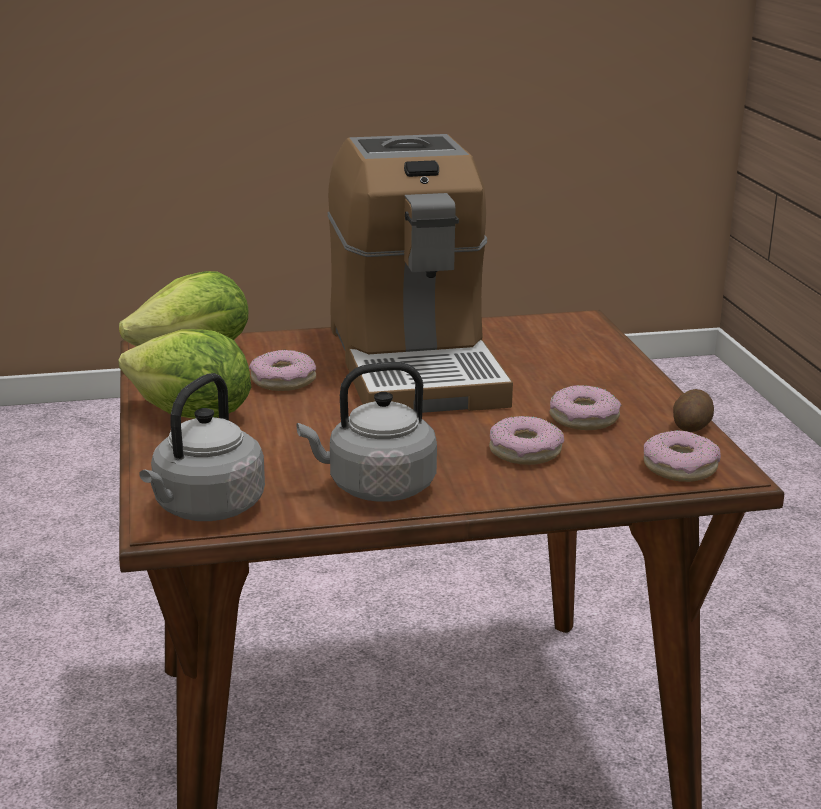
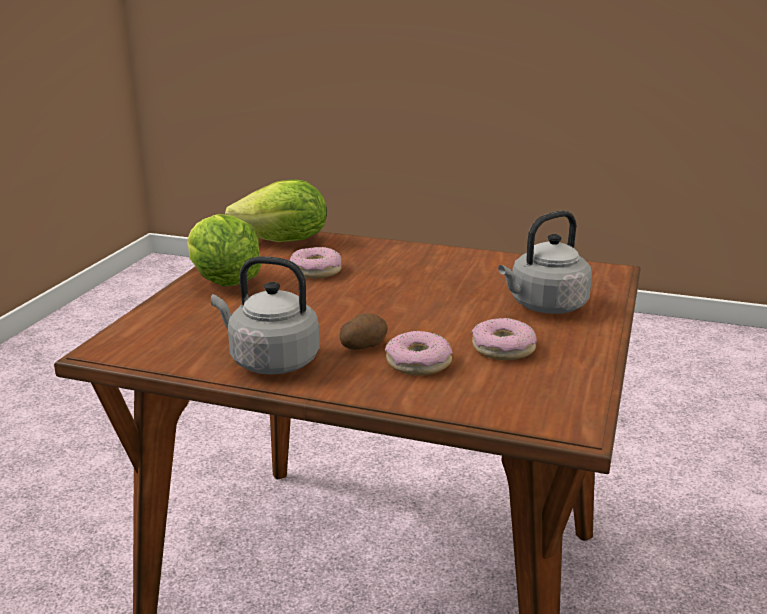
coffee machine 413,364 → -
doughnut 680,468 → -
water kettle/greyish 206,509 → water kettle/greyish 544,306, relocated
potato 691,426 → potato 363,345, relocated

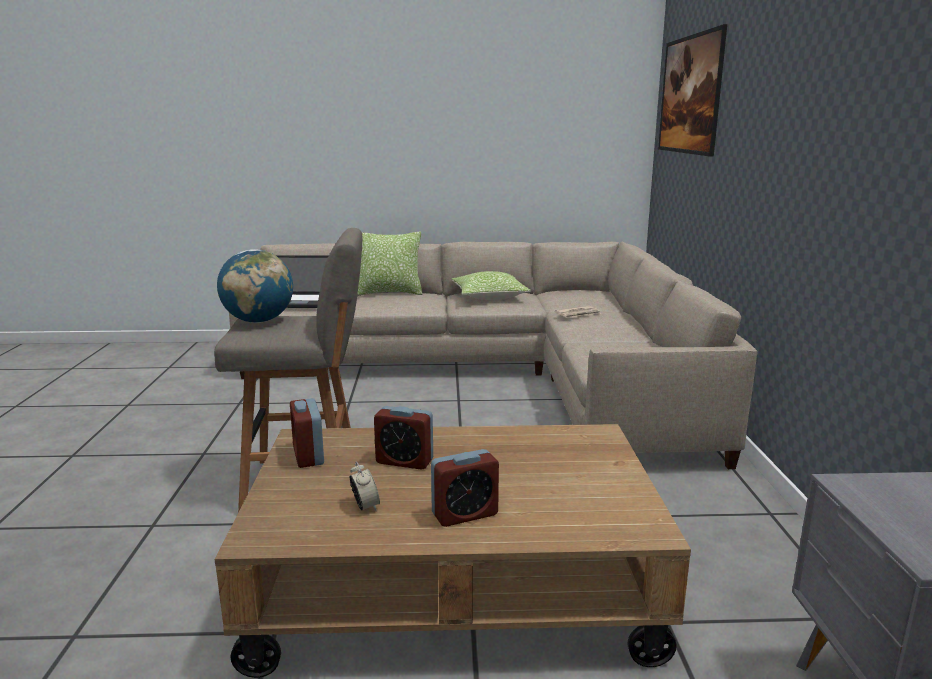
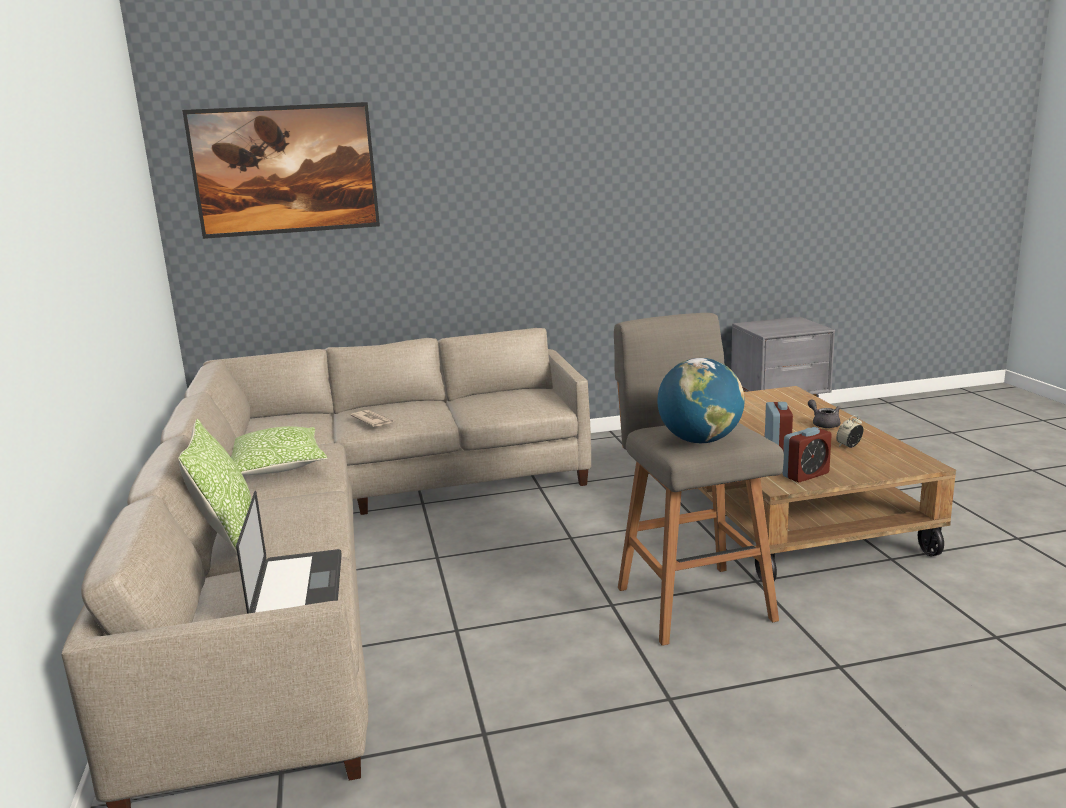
table clock 464,514 → tea pot/greyish 823,424

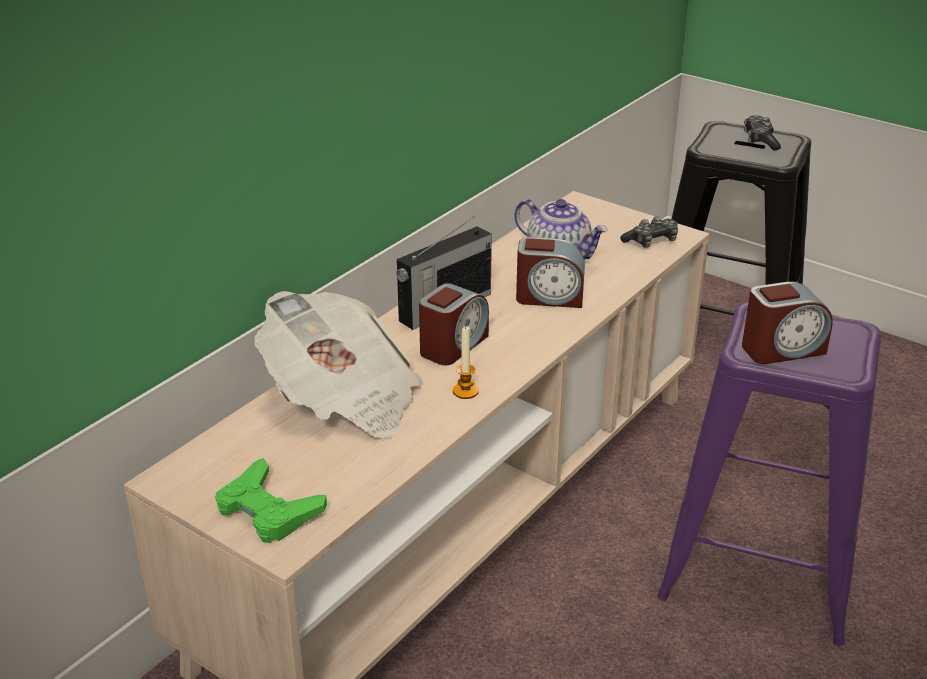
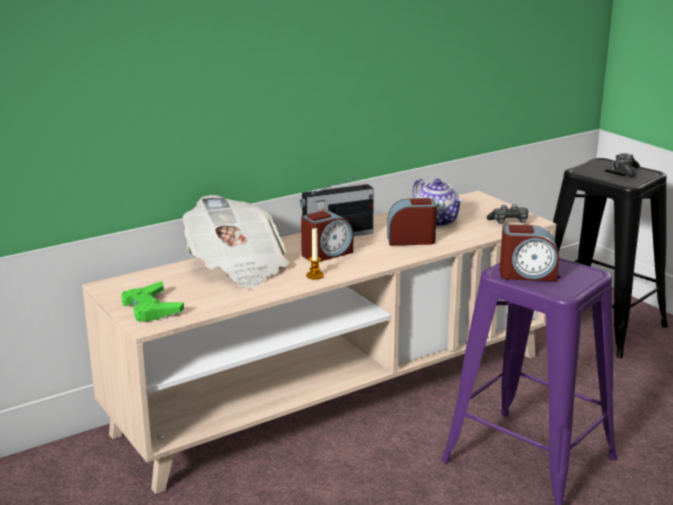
table clock 549,297 → table clock 411,240, 150 degrees clockwise

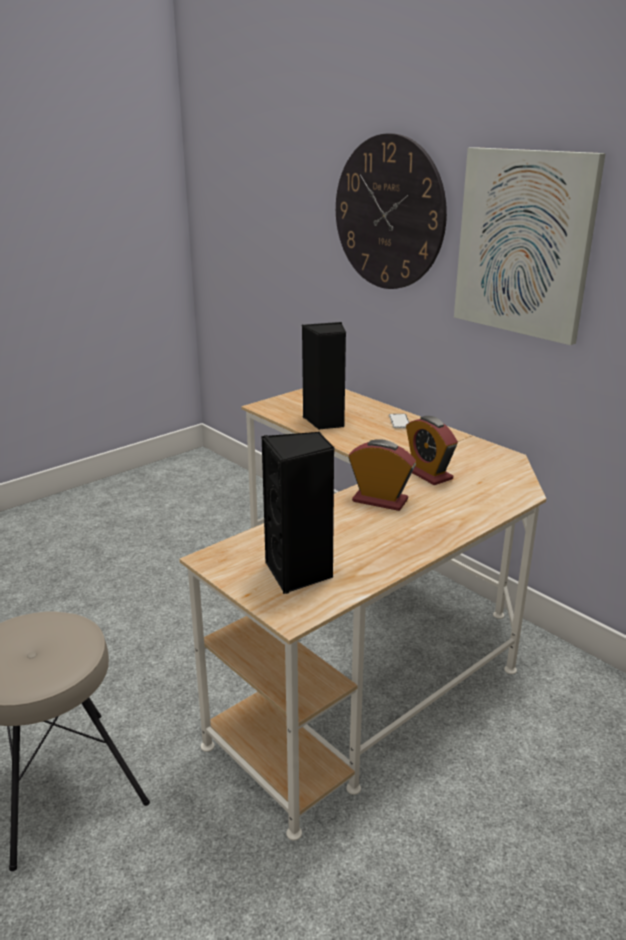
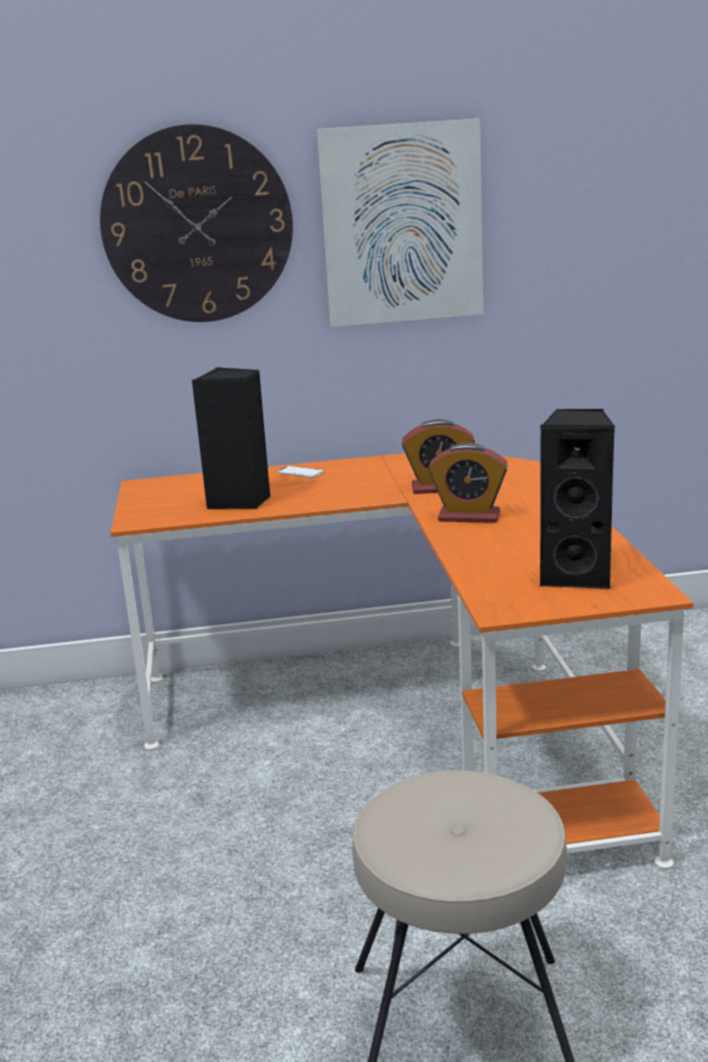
desk table/beige 367,635 → desk table/orange-coloured 408,724
table clock 380,500 → table clock 469,516, 135 degrees counterclockwise

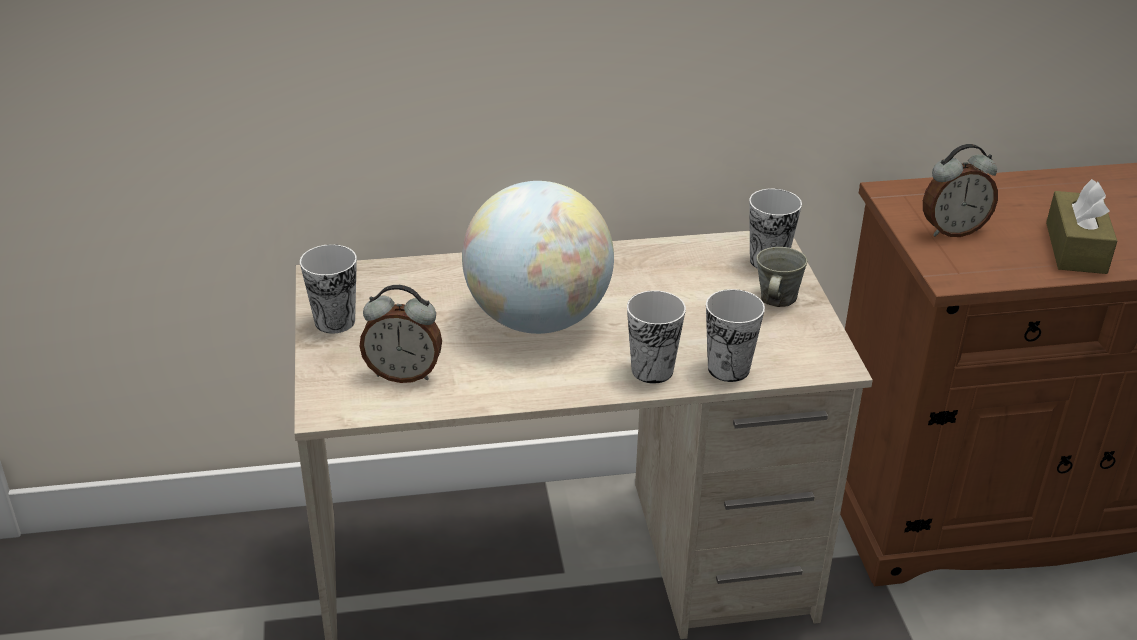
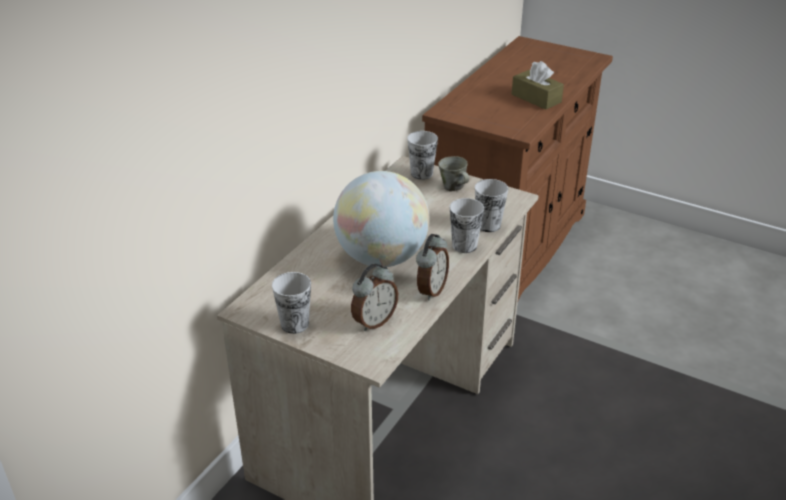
table clock 952,230 → table clock 431,290, relocated

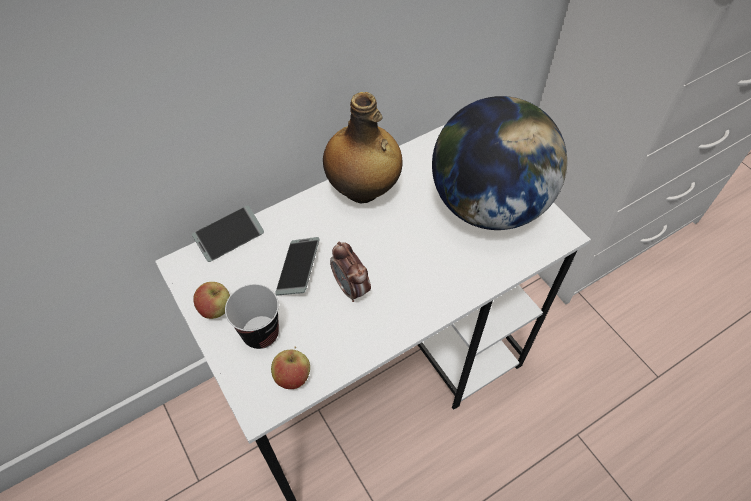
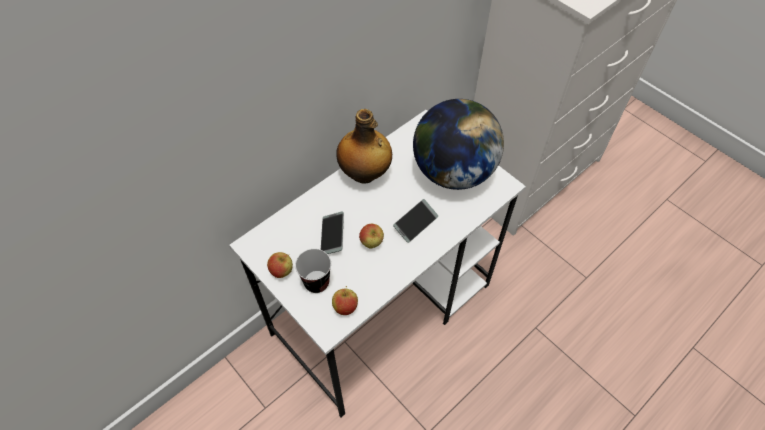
telephone 230,237 → telephone 415,223, relocated
table clock 351,288 → apple fruit 371,243

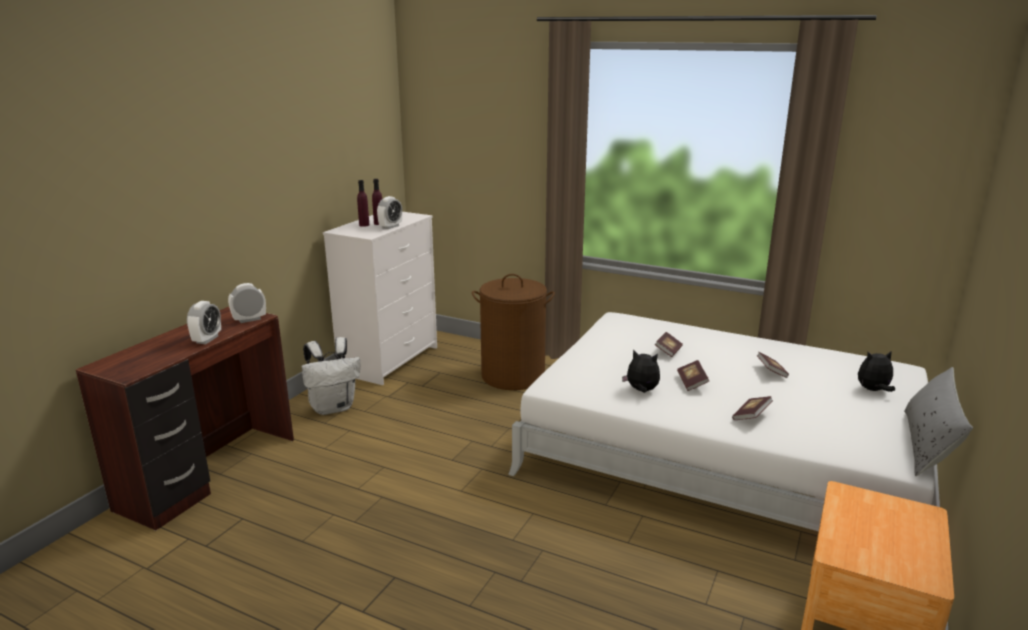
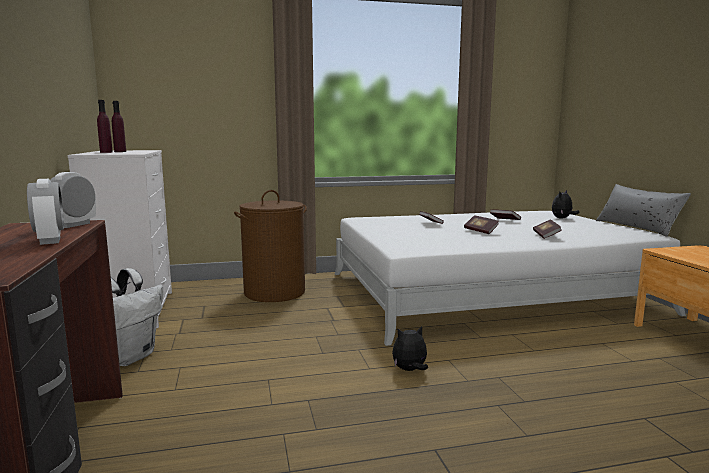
table clock 390,227 → -
plush toy 641,391 → plush toy 410,370, relocated

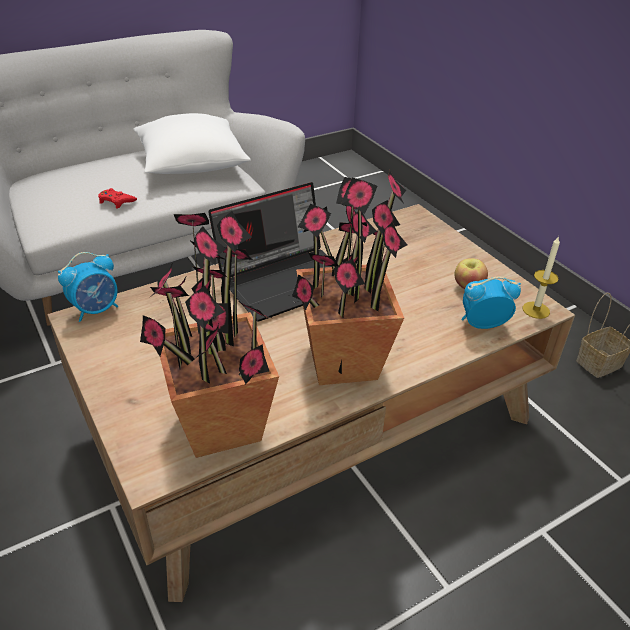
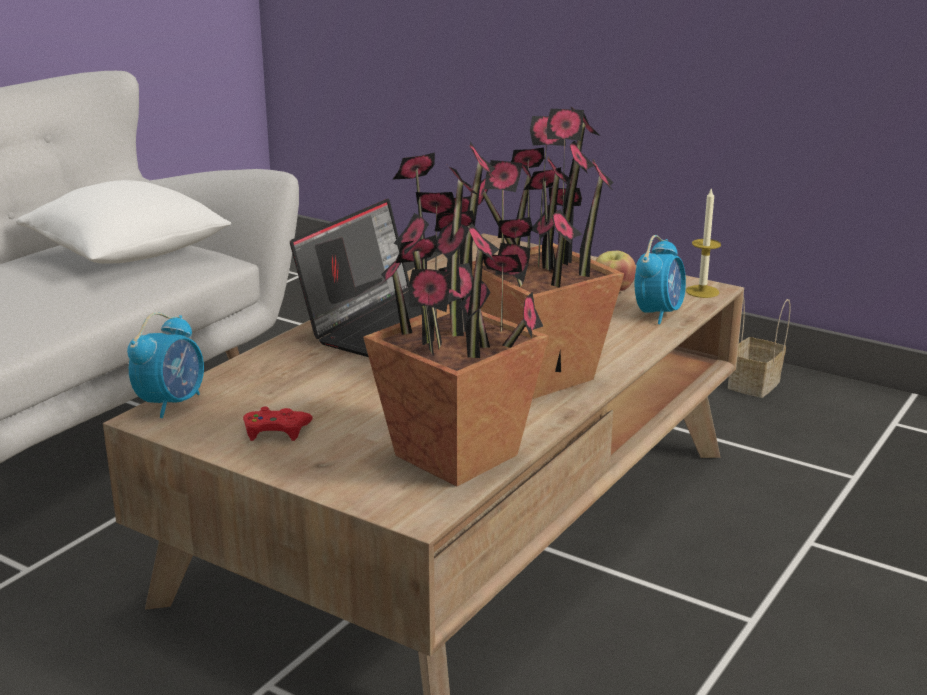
game controller/reddish 116,201 → game controller/reddish 276,431, relocated
table clock 482,324 → table clock 658,313, 150 degrees clockwise

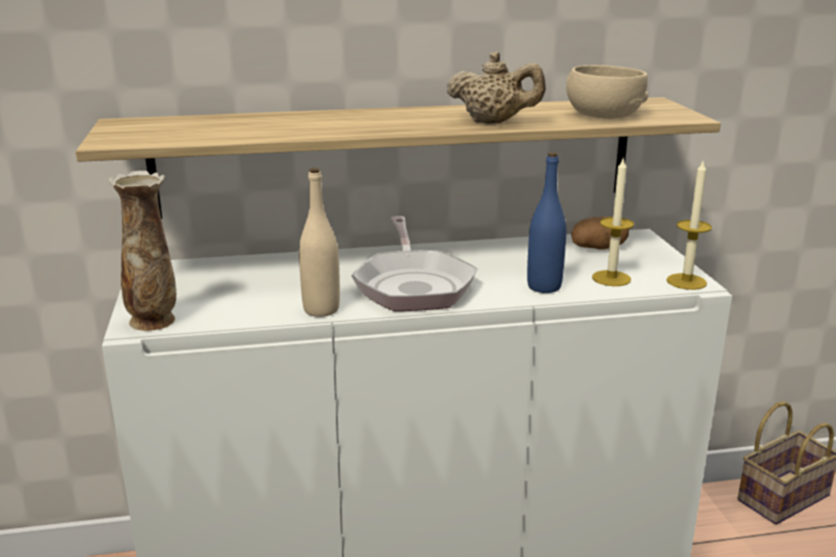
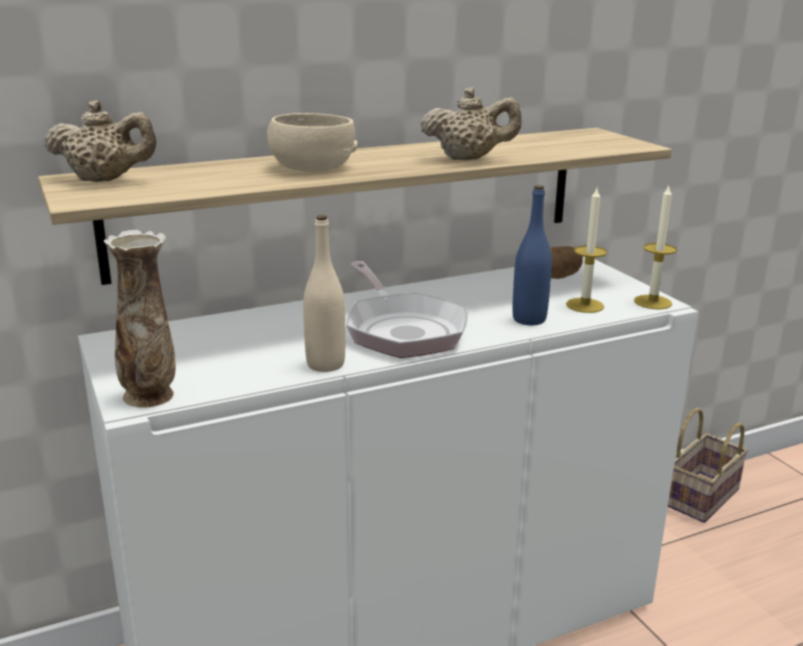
- → tea pot/beige 106,180
deep dish/beige 604,115 → deep dish/beige 312,167, relocated

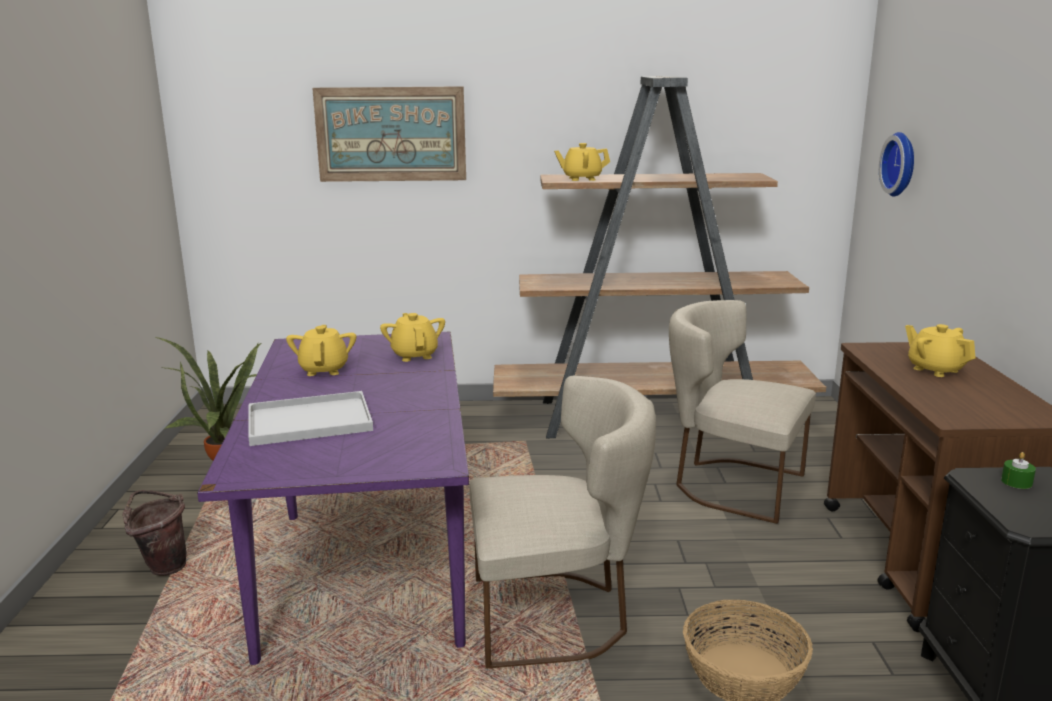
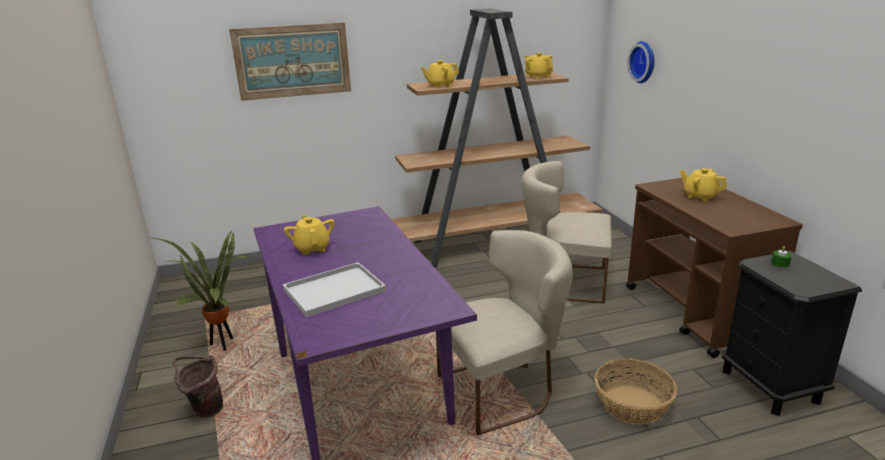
tea pot/yellow-coloured 414,355 → tea pot/yellow-coloured 538,77, relocated

